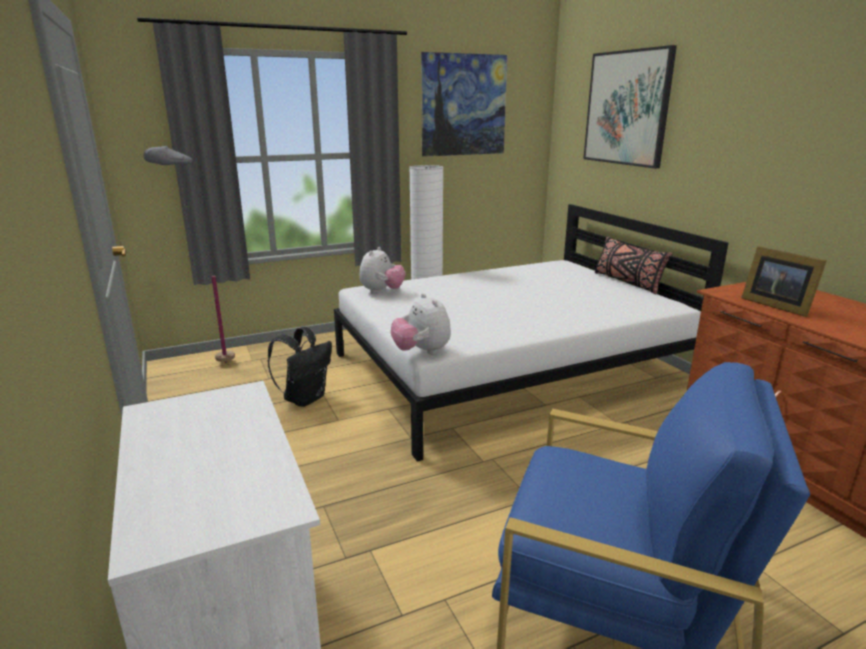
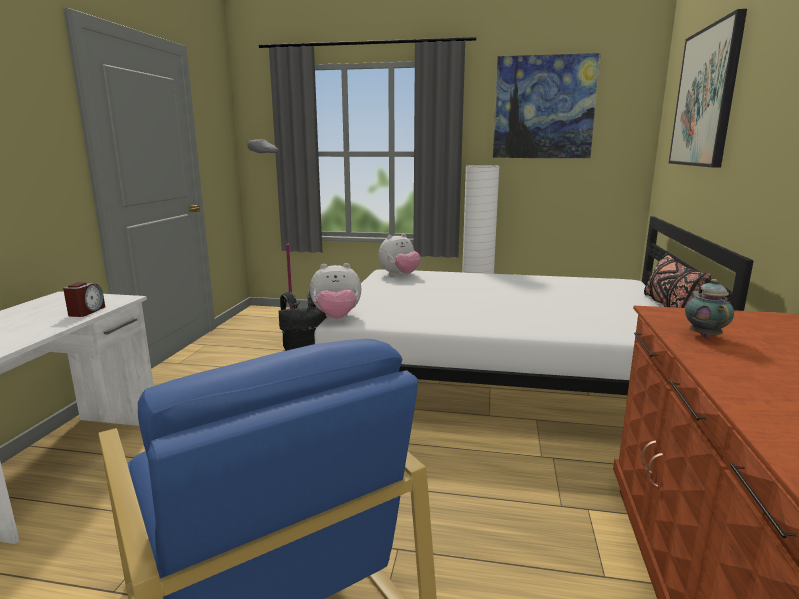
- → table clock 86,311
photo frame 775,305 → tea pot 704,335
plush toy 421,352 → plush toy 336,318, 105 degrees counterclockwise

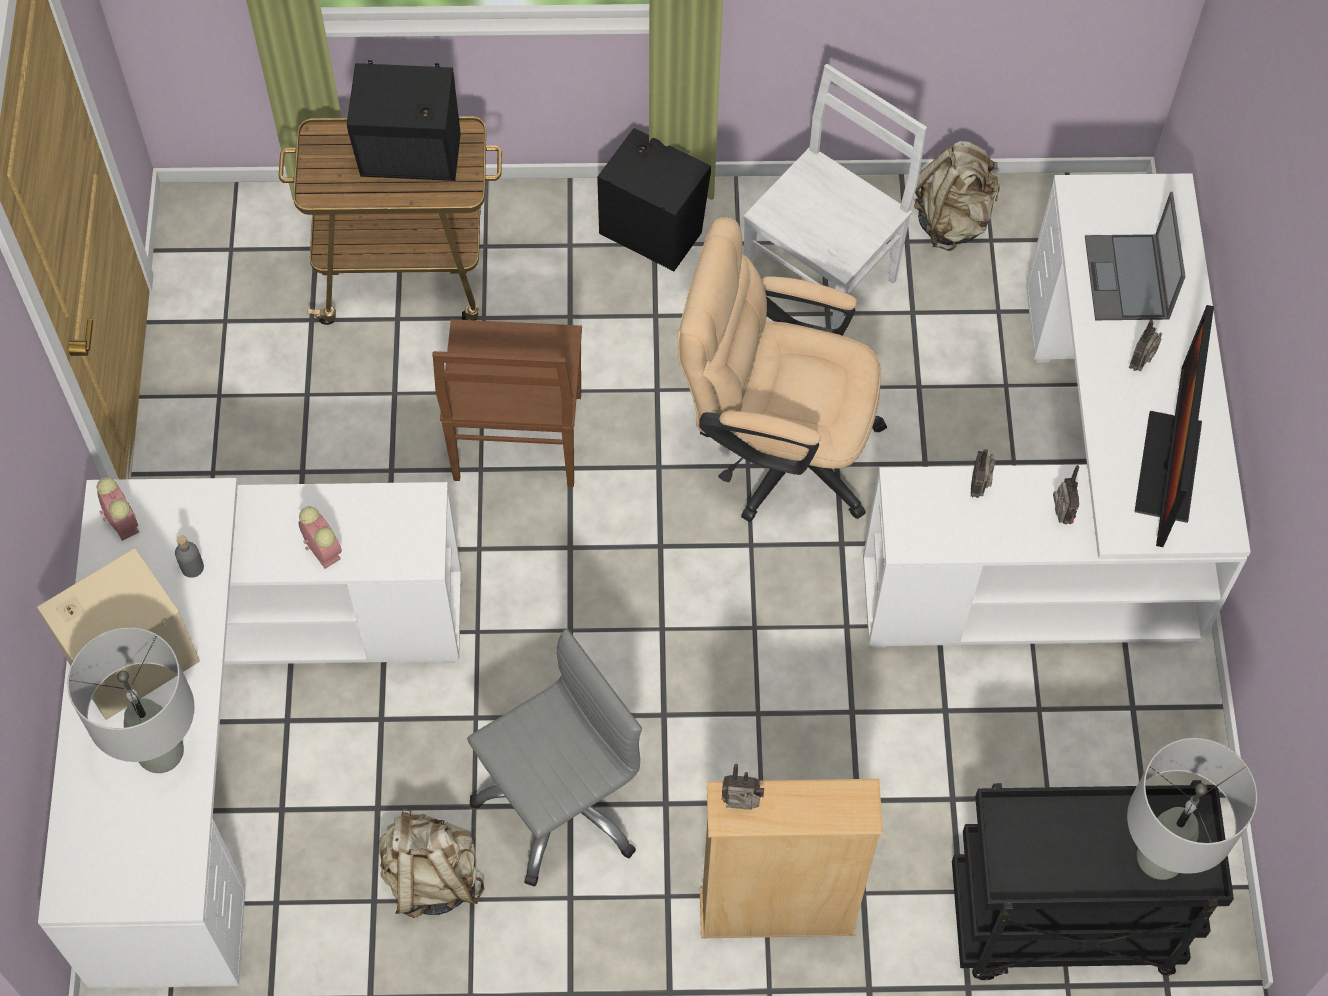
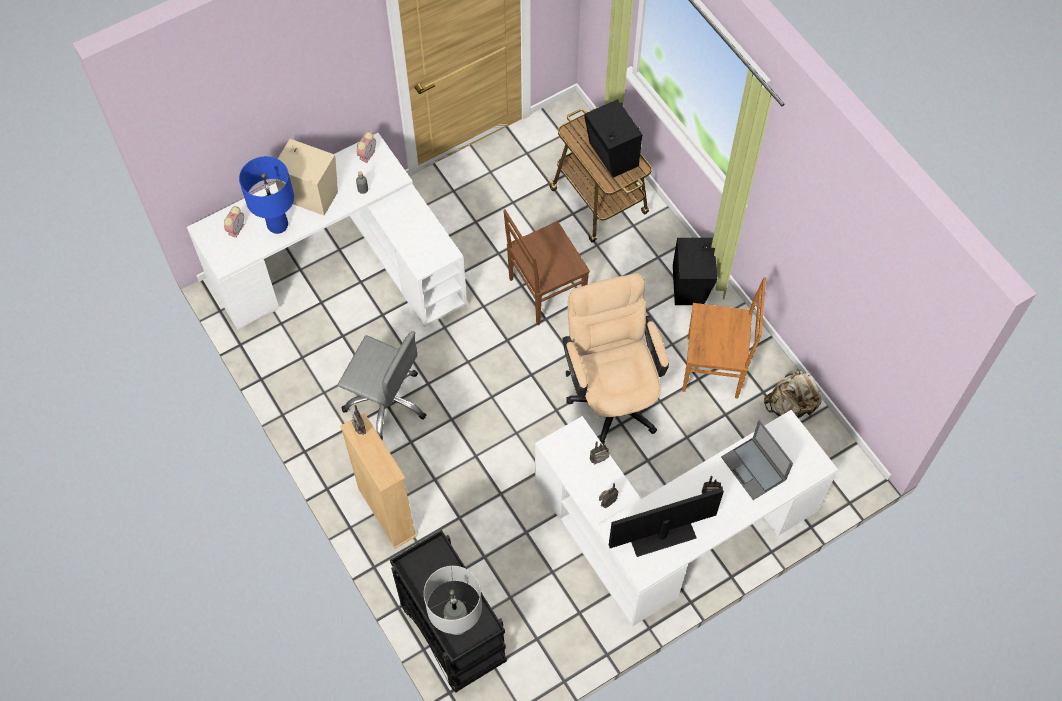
backpack/beige 431,878 → -
table clock 321,549 → table clock 236,228, relocated
lamp for a table/greyish 162,752 → lamp for a table/blue 278,225
upright chair/whitish 822,280 → upright chair/brownish 715,367
notebook computer 1127,279 → notebook computer 754,469, 90 degrees counterclockwise

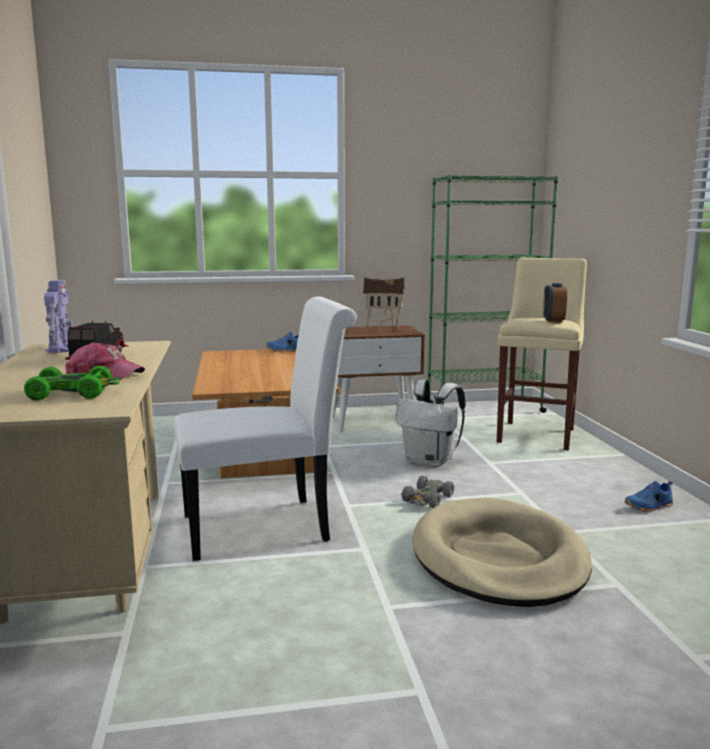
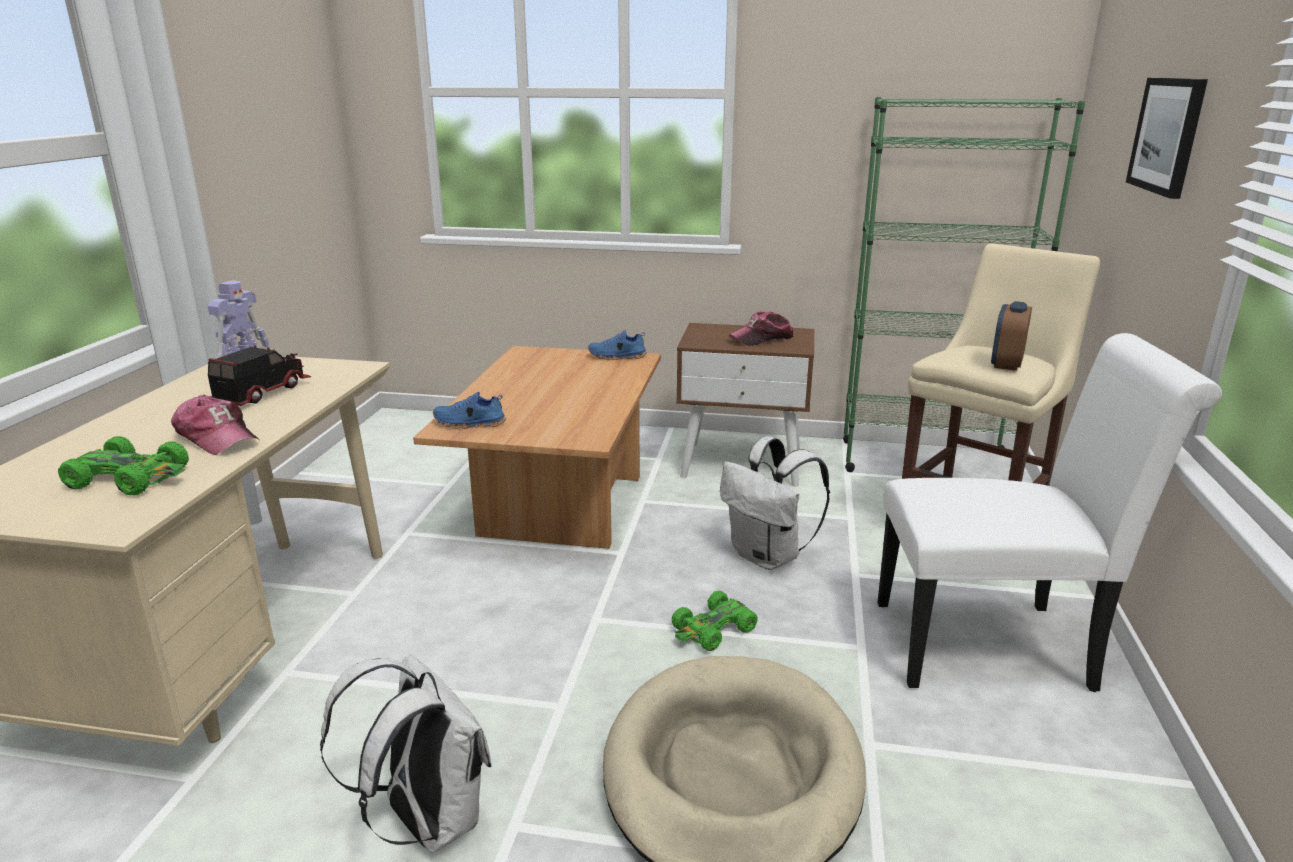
- → backpack/whitish 426,821
- → picture 1167,135
upright chair/whitish 266,526 → upright chair/whitish 997,645, relocated
item of footwear/blue 649,507 → item of footwear/blue 469,424, relocated
toy house 383,330 → baseball cap 762,339
model car/greyish 428,499 → model car/green-coloured 713,630

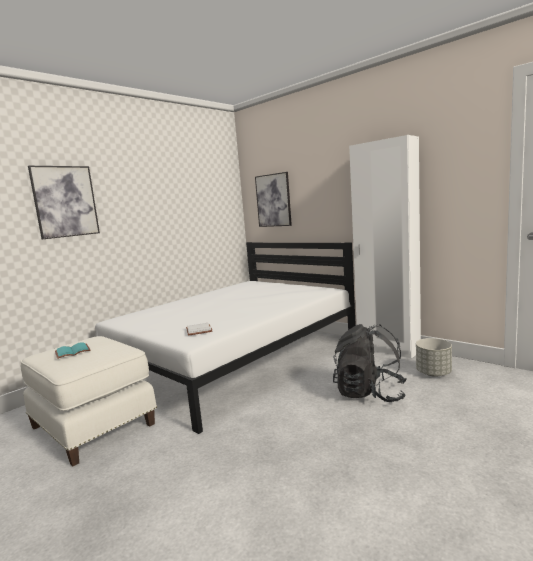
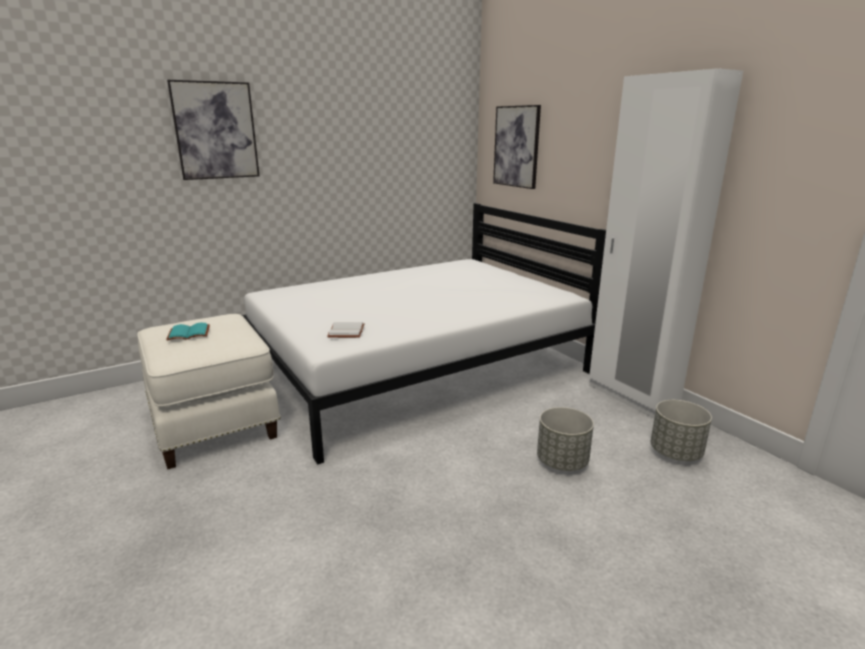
backpack/black-coloured 369,393 → flower pot/greyish 562,462

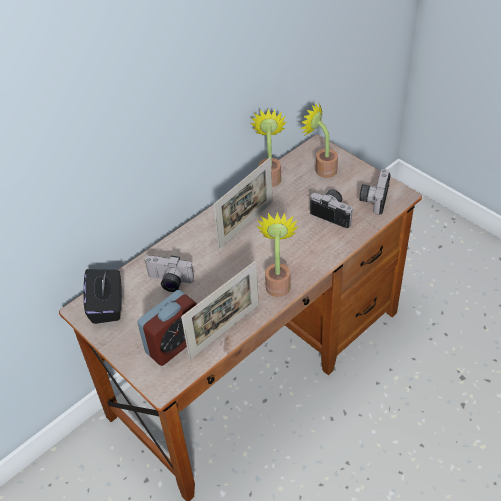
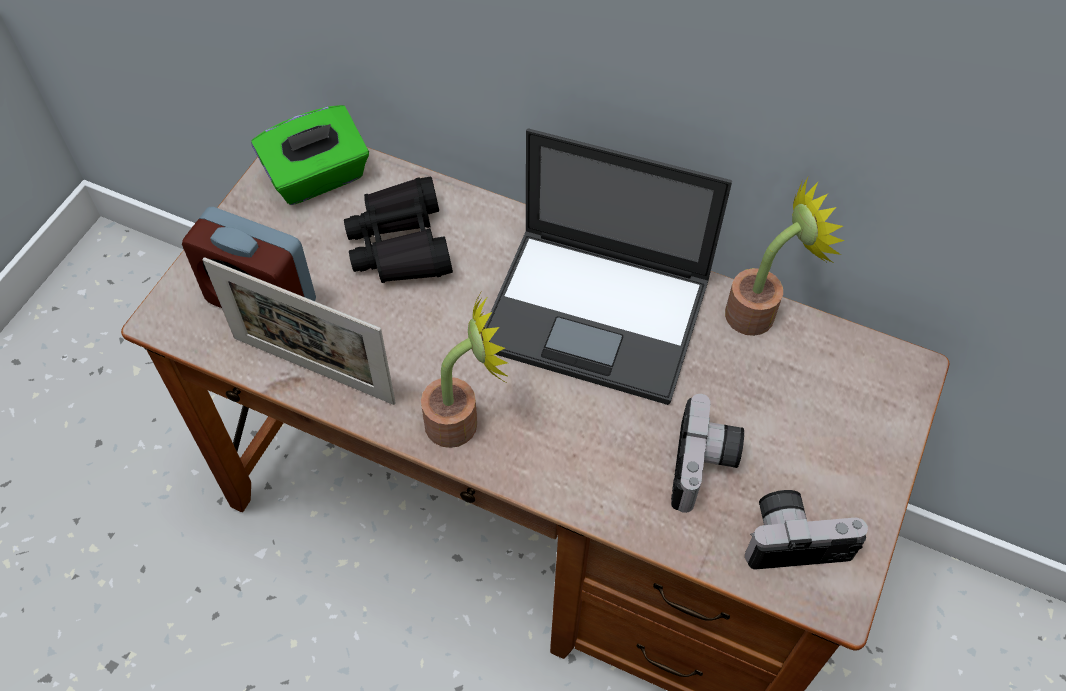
plant in a pot 322,168 → -
still camera 169,282 → pair of binoculars/black-coloured 400,244
photo frame 246,224 → notebook computer 598,314
box of tissues/black-coloured 107,306 → box of tissues/green-coloured 318,177

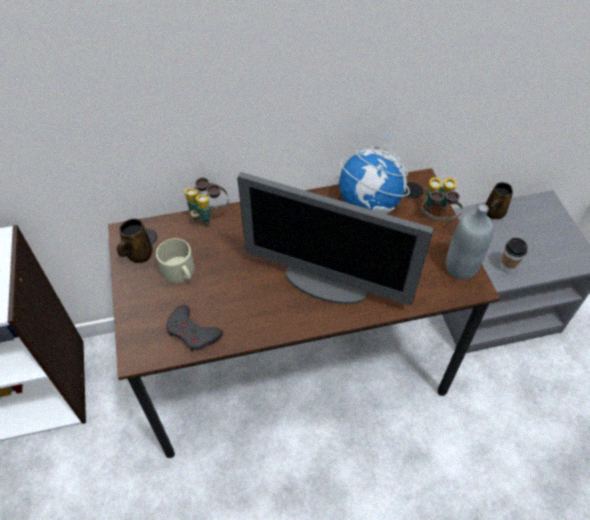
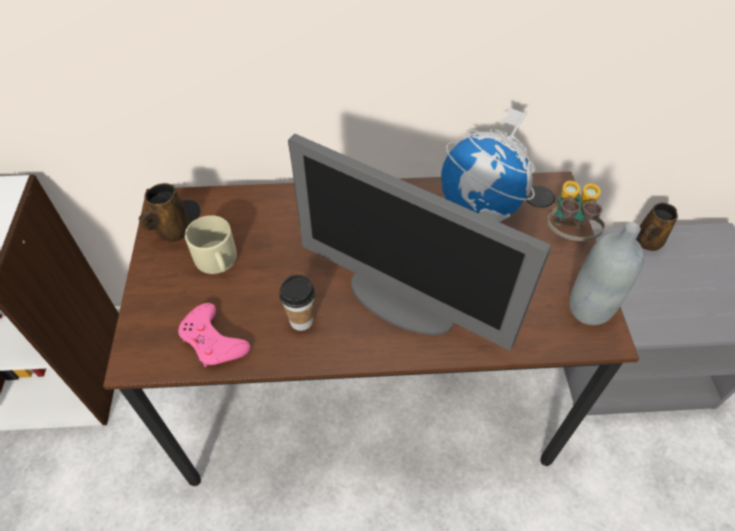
pair of binoculars 208,214 → -
drinking cup 507,267 → drinking cup 301,320, relocated
game controller/greyish 192,332 → game controller/pink-coloured 213,340

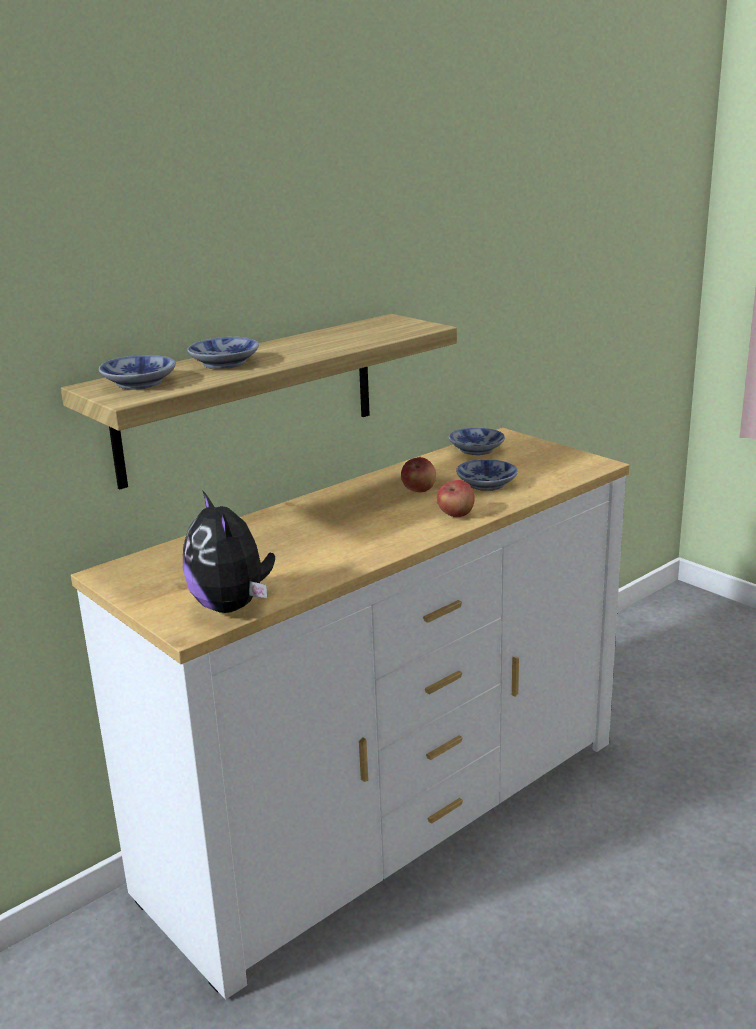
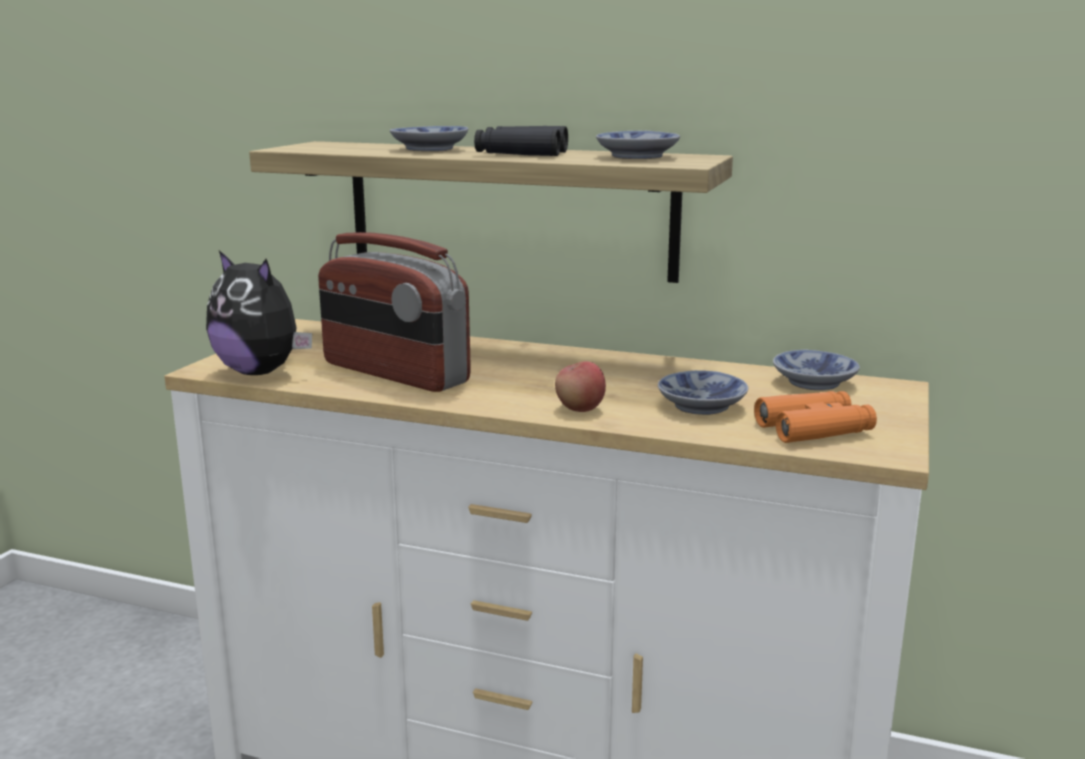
apple fruit 419,490 → -
- → radio 394,373
- → pair of binoculars/black-coloured 521,153
- → pair of binoculars/orange-coloured 814,429
deep dish 137,383 → deep dish 636,156, relocated
plush toy 232,606 → plush toy 261,372, 90 degrees counterclockwise

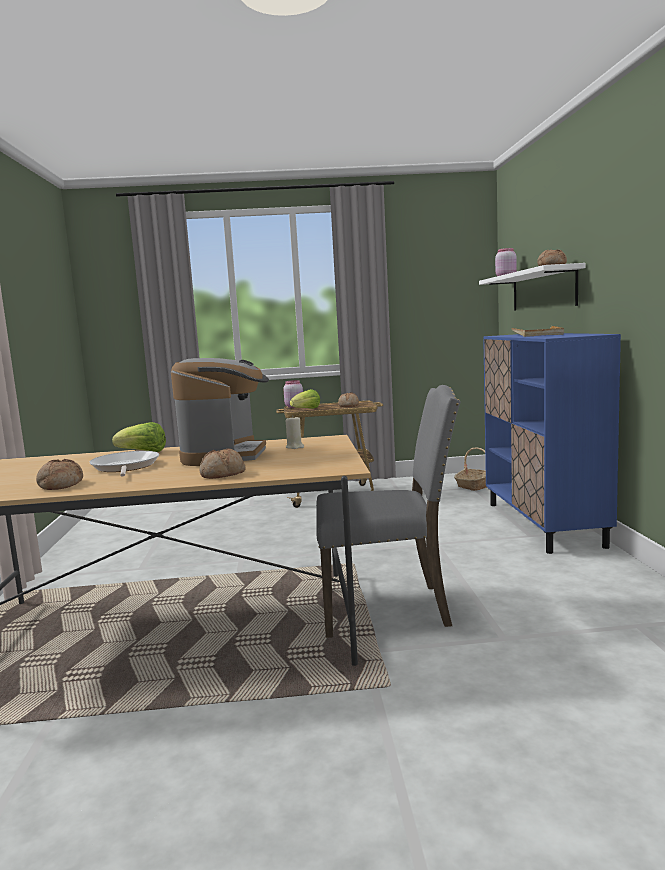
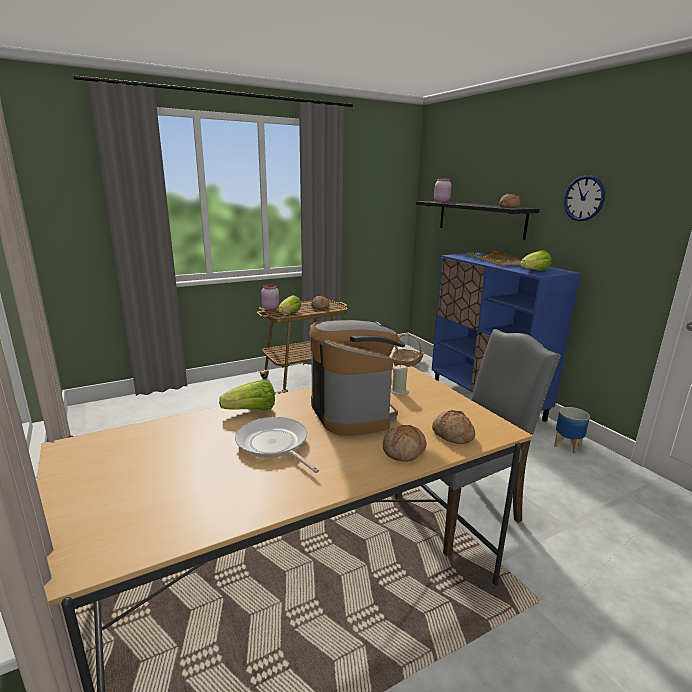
- → lettuce 534,271
- → flower pot 567,446
- → hanging clock 584,198
bakery bread 60,485 → bakery bread 452,434, relocated
wall shelf/whitish 542,290 → wall shelf/black-coloured 480,219

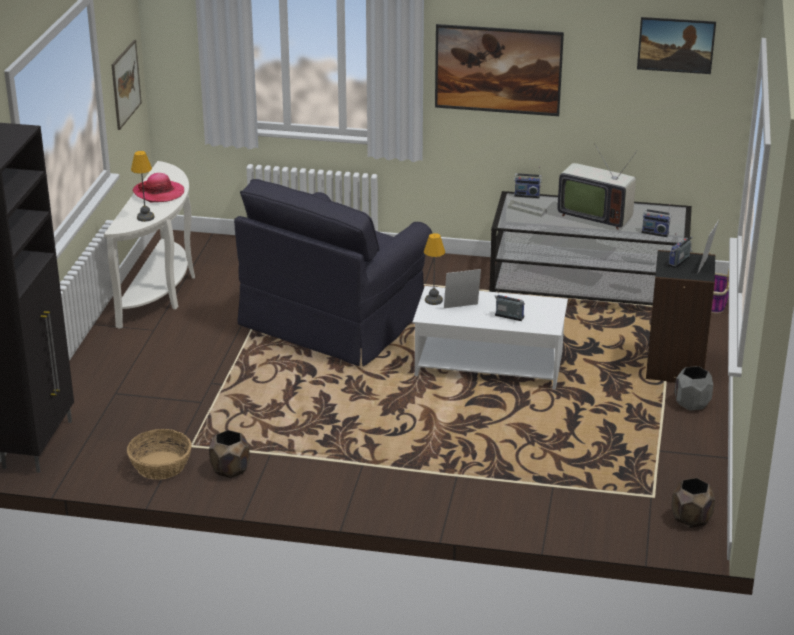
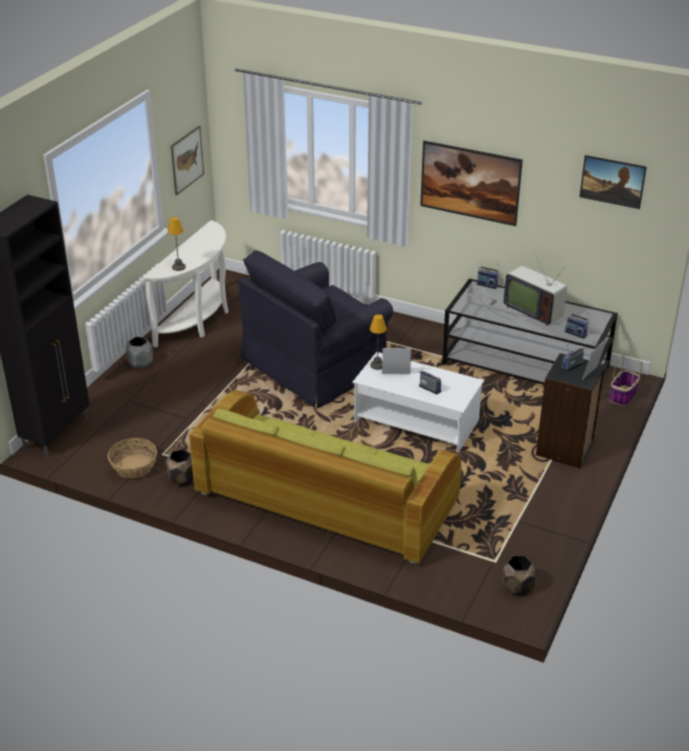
clothing hat 159,193 → -
- → couch/green-coloured 325,499
flower pot/greyish 692,403 → flower pot/greyish 141,363, relocated

